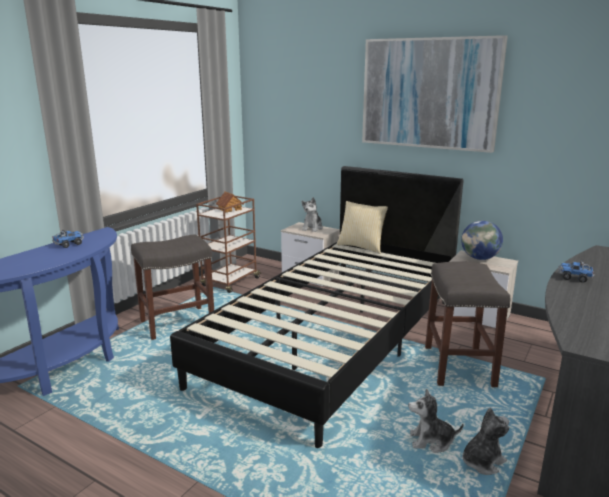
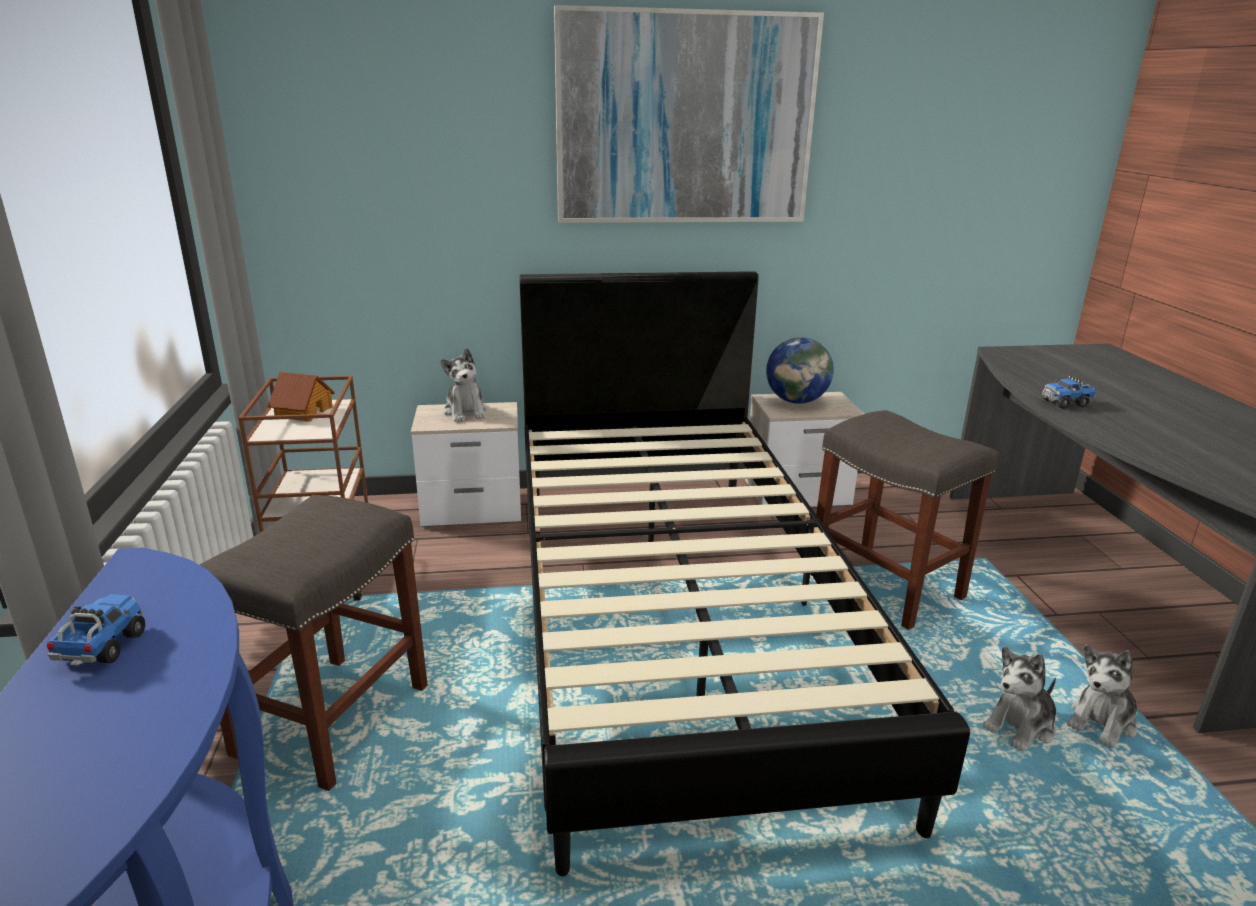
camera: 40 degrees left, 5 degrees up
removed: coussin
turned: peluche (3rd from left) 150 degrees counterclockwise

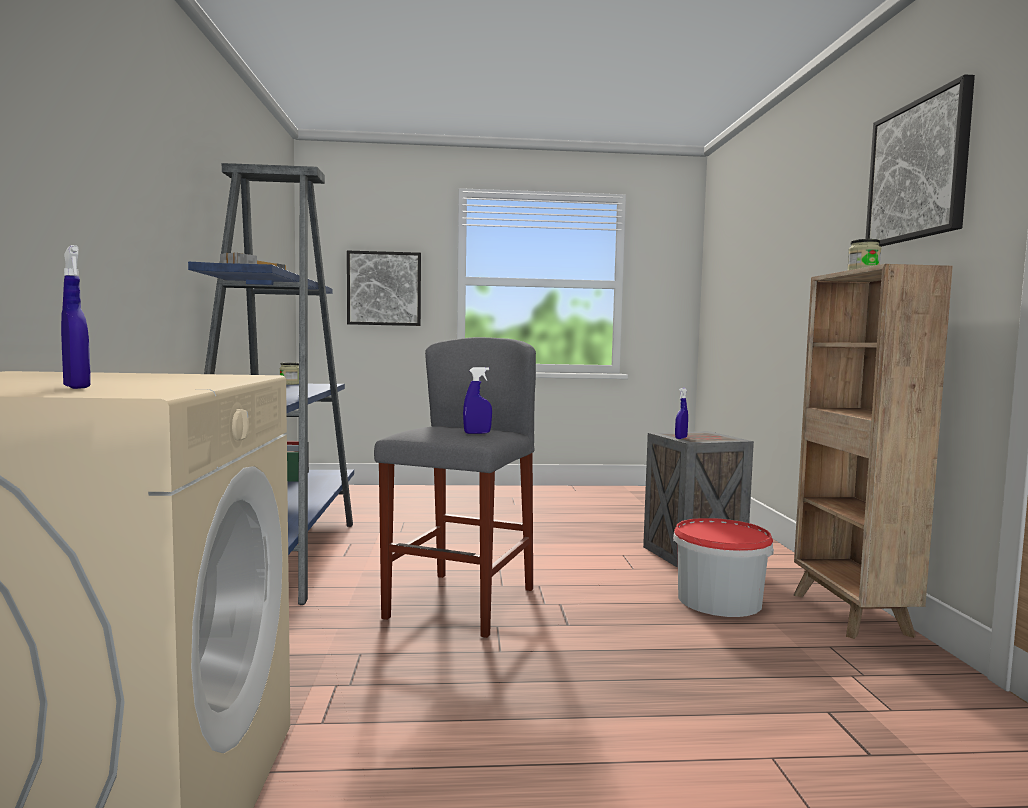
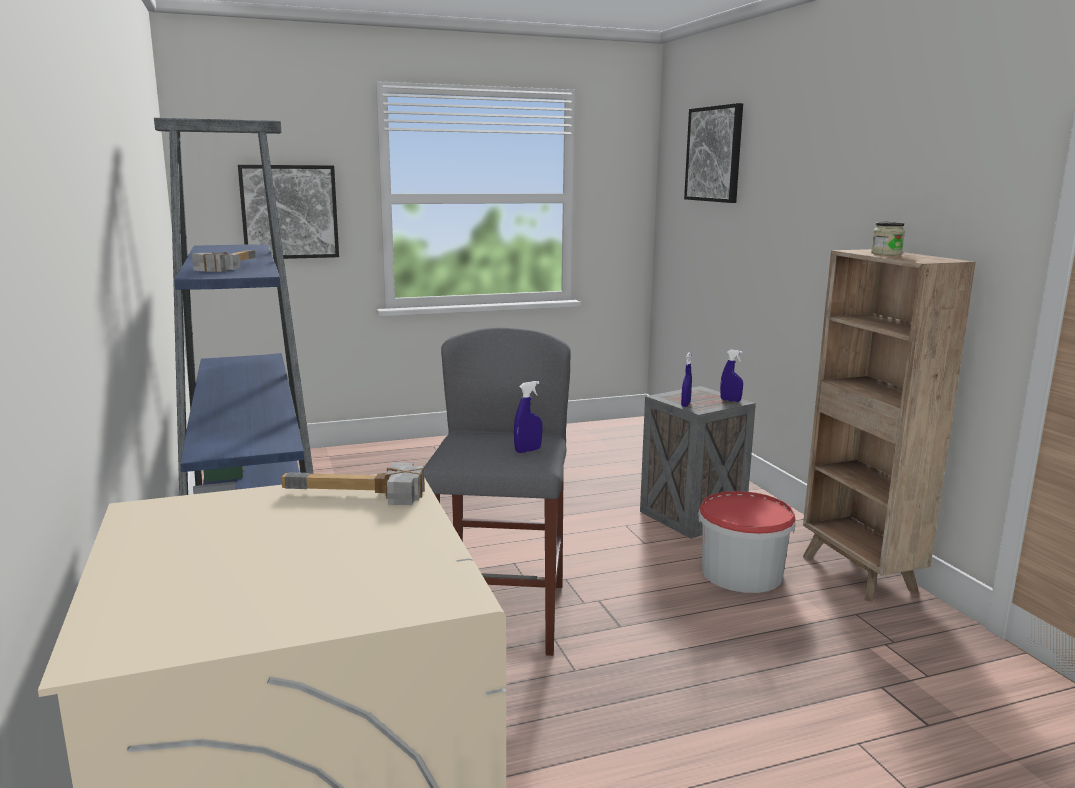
camera: 15 degrees left, 10 degrees up
removed: bocal (1st from left)
added: marteau (2nd from left)
moved: vaporisateur (bleu) (1st from left in the first image) to vaporisateur (bleu) (3rd from left); tableau (2nd from left)

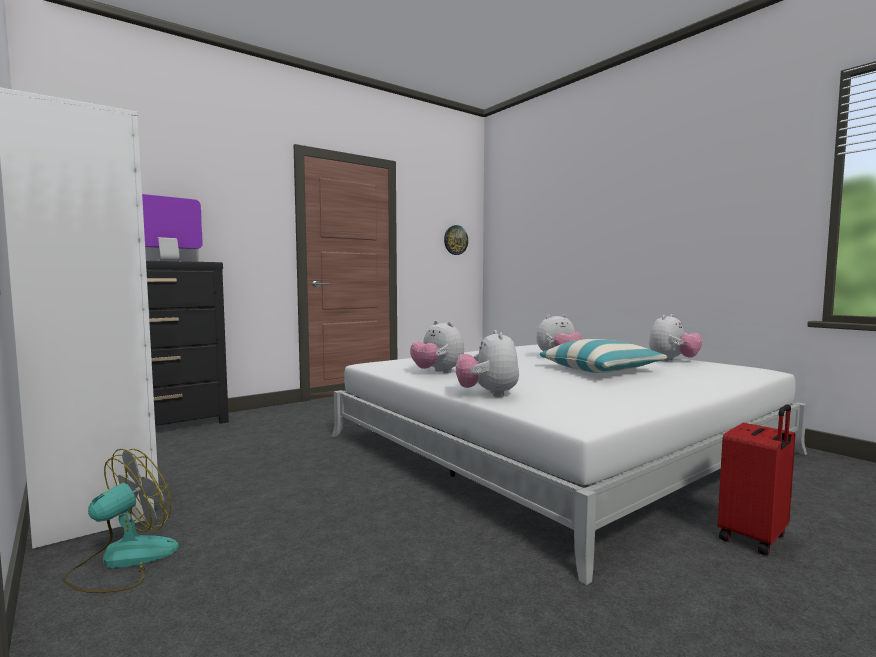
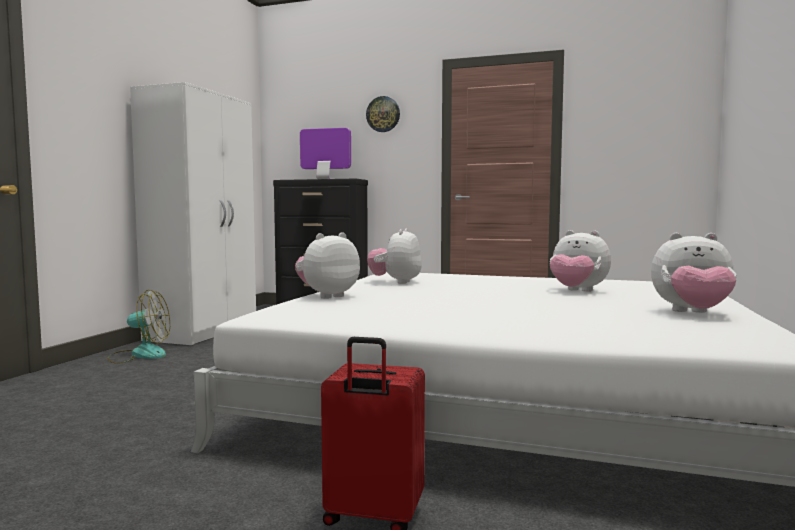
camera: 55 degrees right, 0 degrees up
removed: coussin
moved: horloge murale

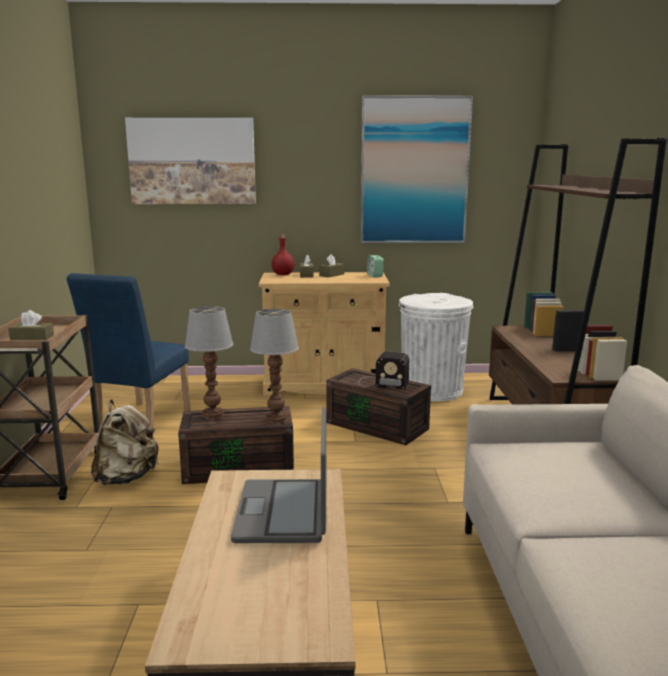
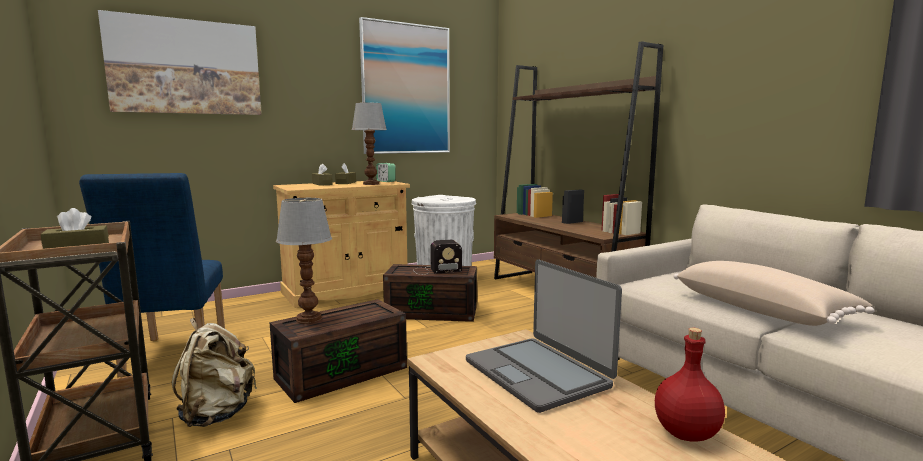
camera: 30 degrees left, 5 degrees down
added: coussin (beige)
moved: lampe de table (2nd from left); bouteille (rouge)

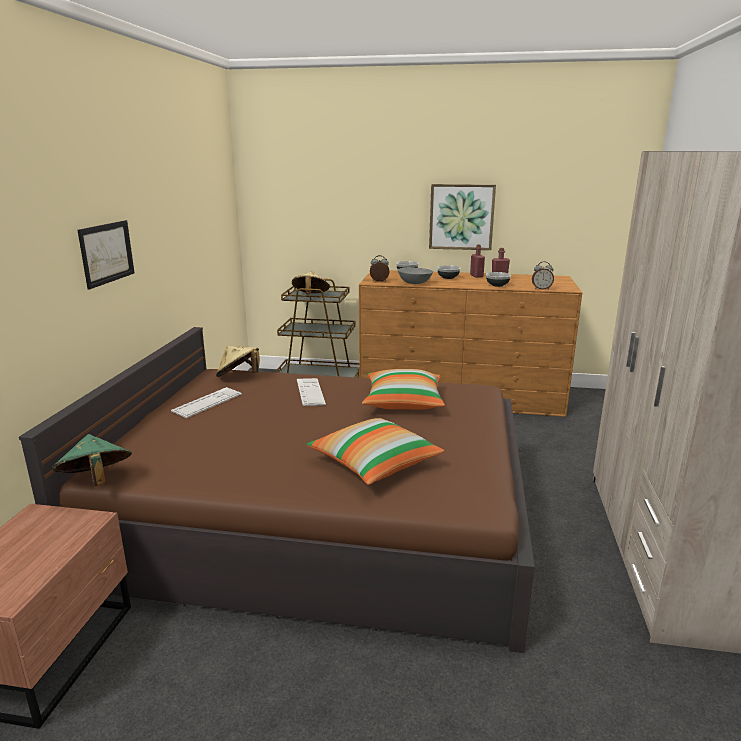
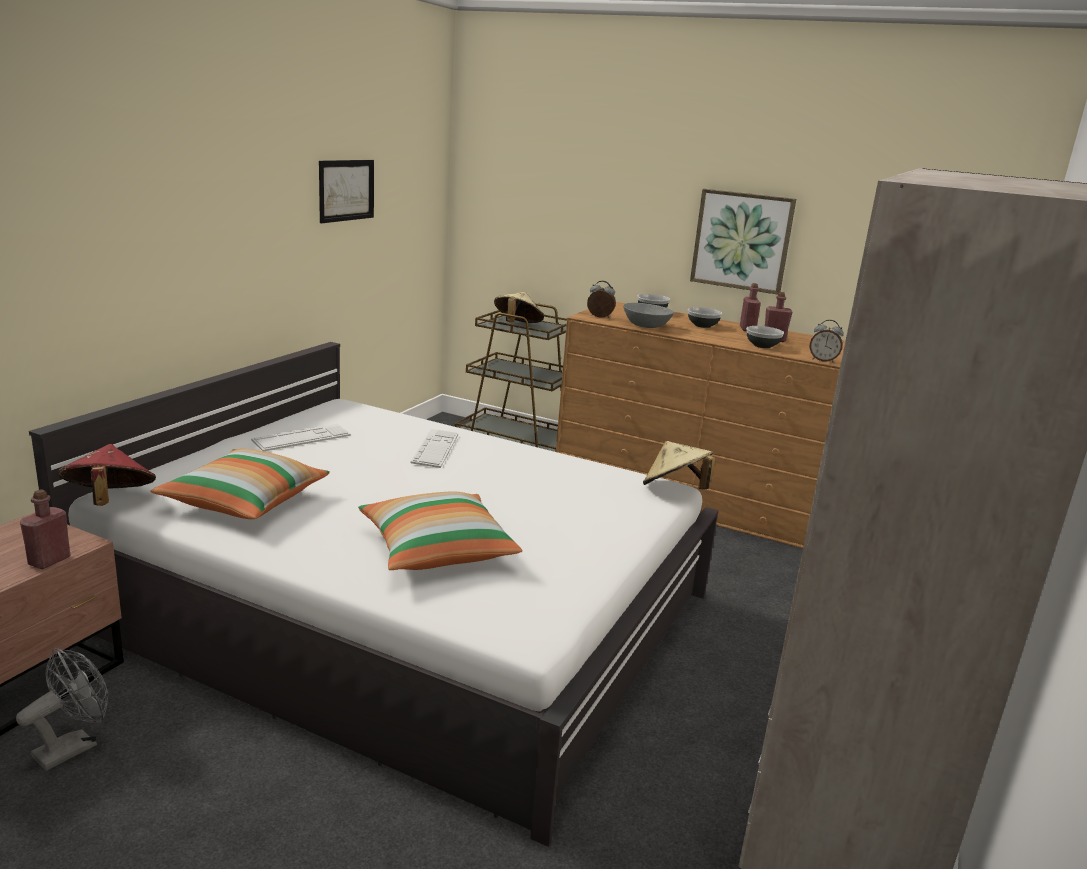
camera: 15 degrees right, 0 degrees up
added: ventilateur (gris); bouteille (rouge) (1st from left)
moved: tableau (1st from left); chapeau (beige) (1st from left in the first image) to chapeau (beige) (2nd from left); coussin (2nd from left in the first image) to coussin (1st from left)
recoloured: lit (marron) to lit (blanc); chapeau (vert) to chapeau (rouge)

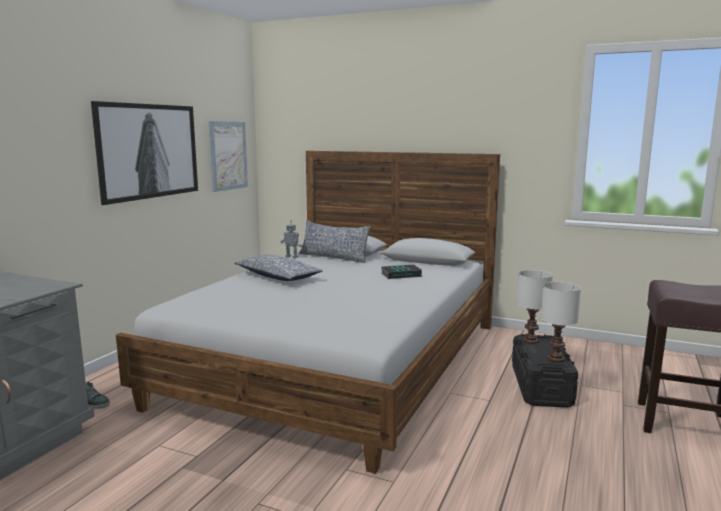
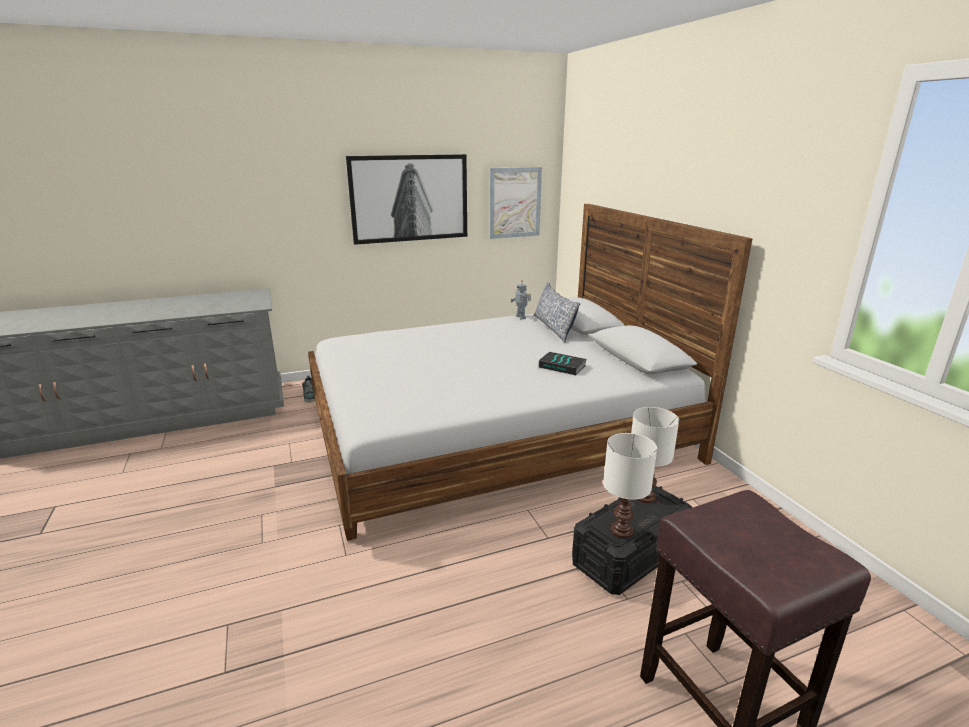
camera: 45 degrees right, 10 degrees up
removed: coussin (1st from left)

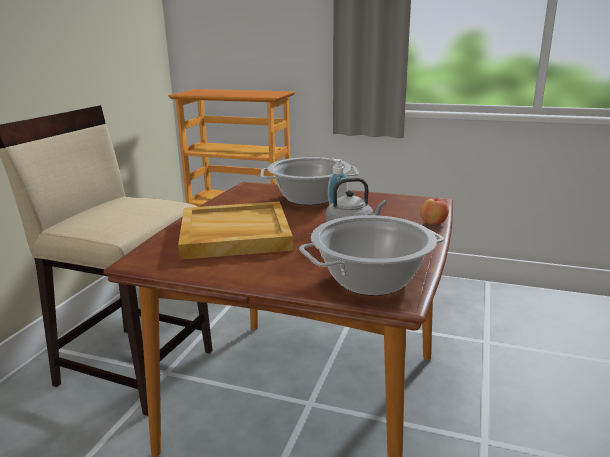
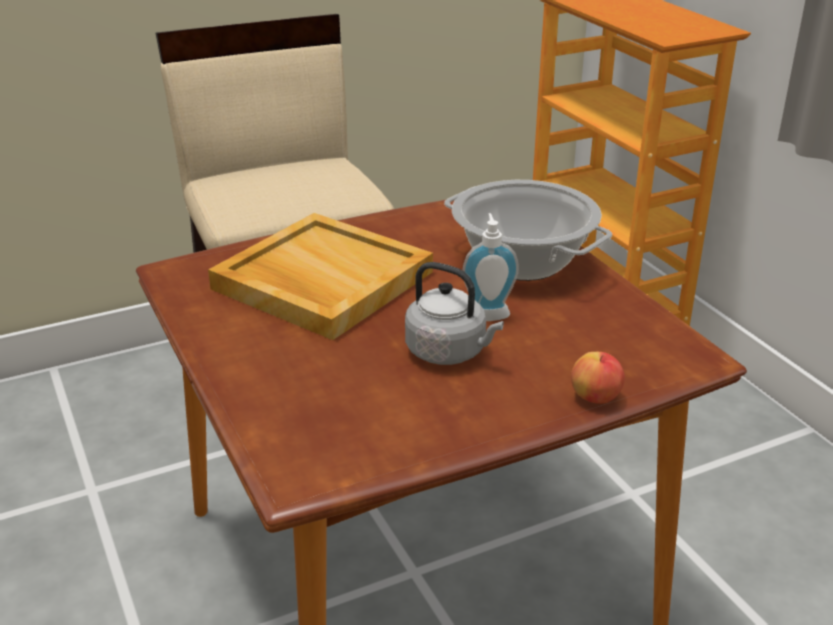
camera: 45 degrees right, 10 degrees up
removed: marmite (2nd from left)

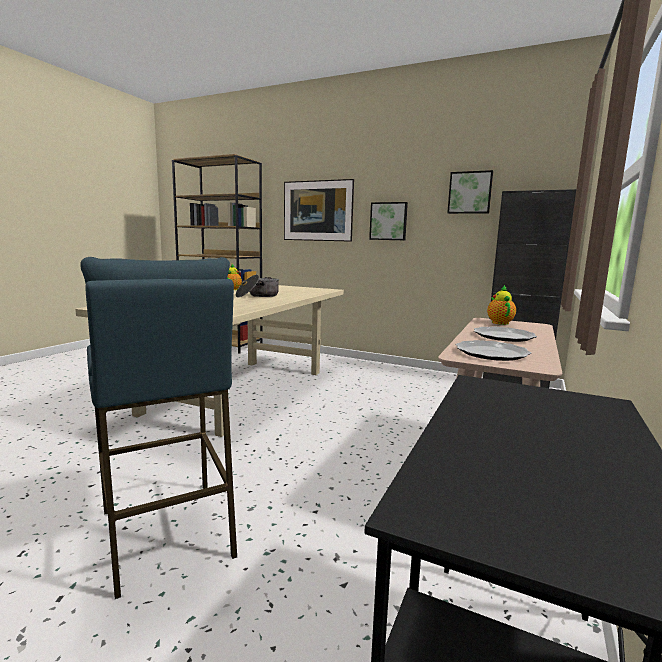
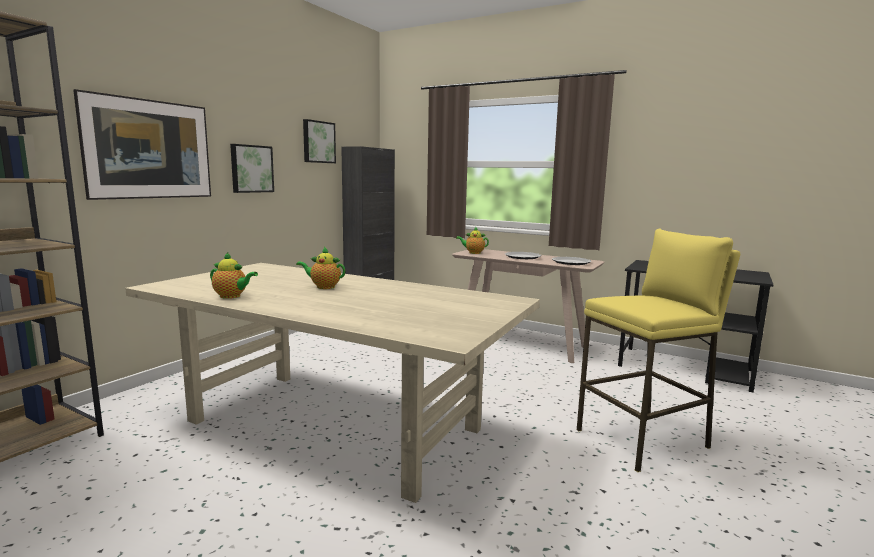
camera: 85 degrees left, 0 degrees up
replaced: marmite to théière (2nd from left)
recoloured: tabouret (bleu) to tabouret (jaune)

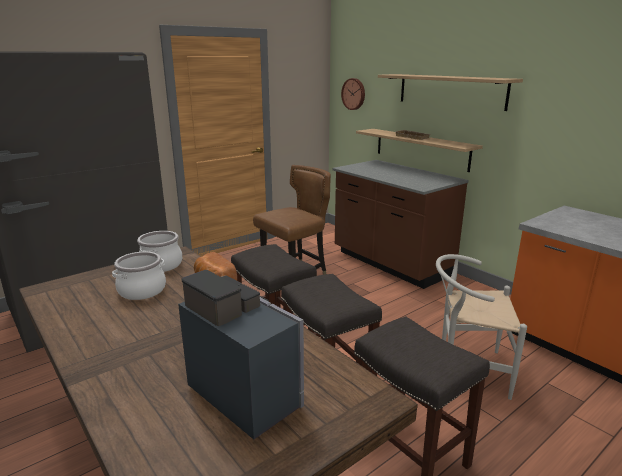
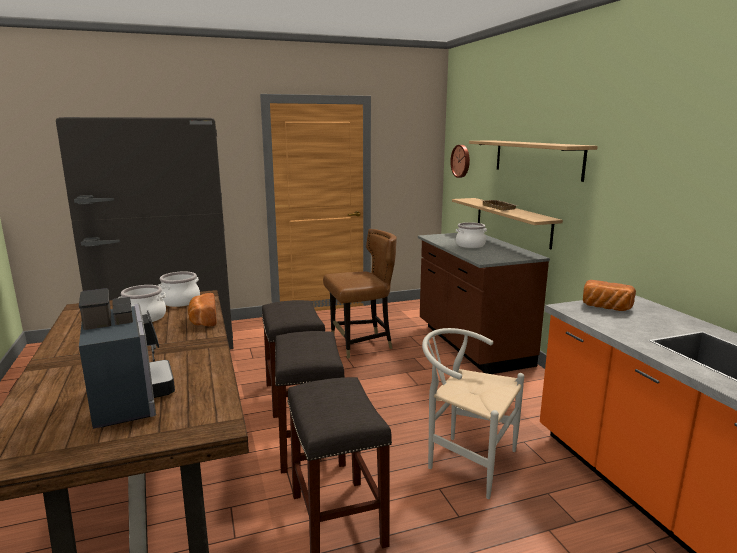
camera: 20 degrees right, 5 degrees down
added: marmite (3rd from left); pain (2nd from left)

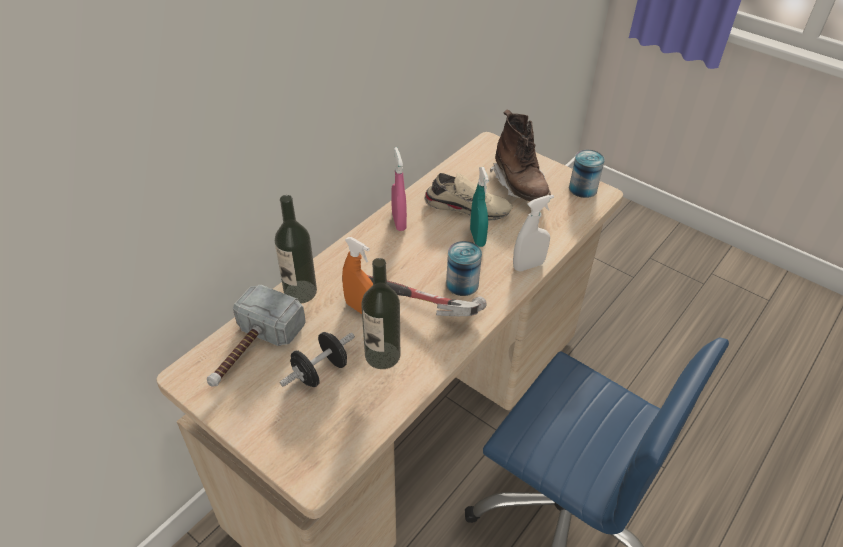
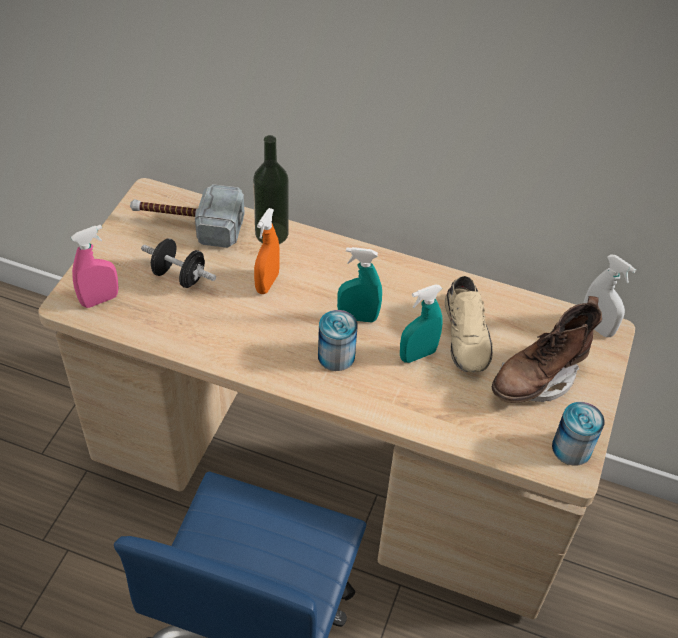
camera: 70 degrees right, 5 degrees up
removed: bouteille (2nd from left); marteau (2nd from left)
added: vaporisateur (turquoise) (1st from left)
moved: vaporisateur (rose); vaporisateur (blanc)

